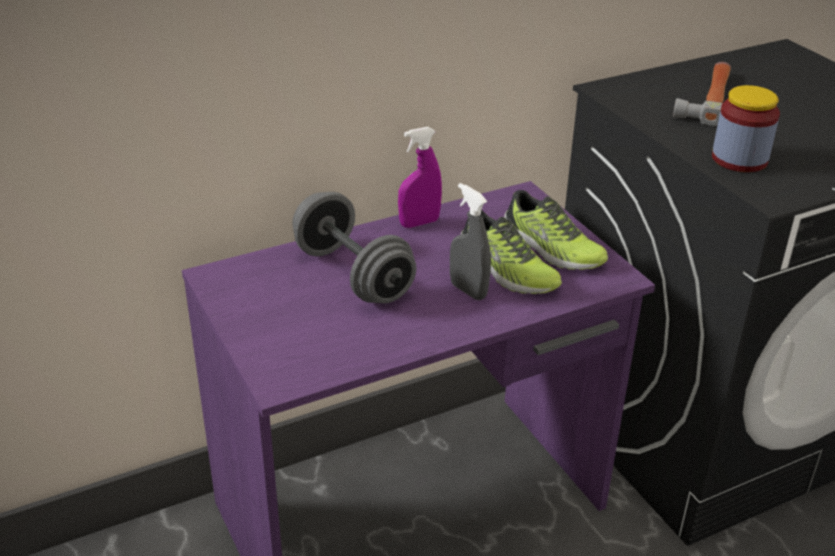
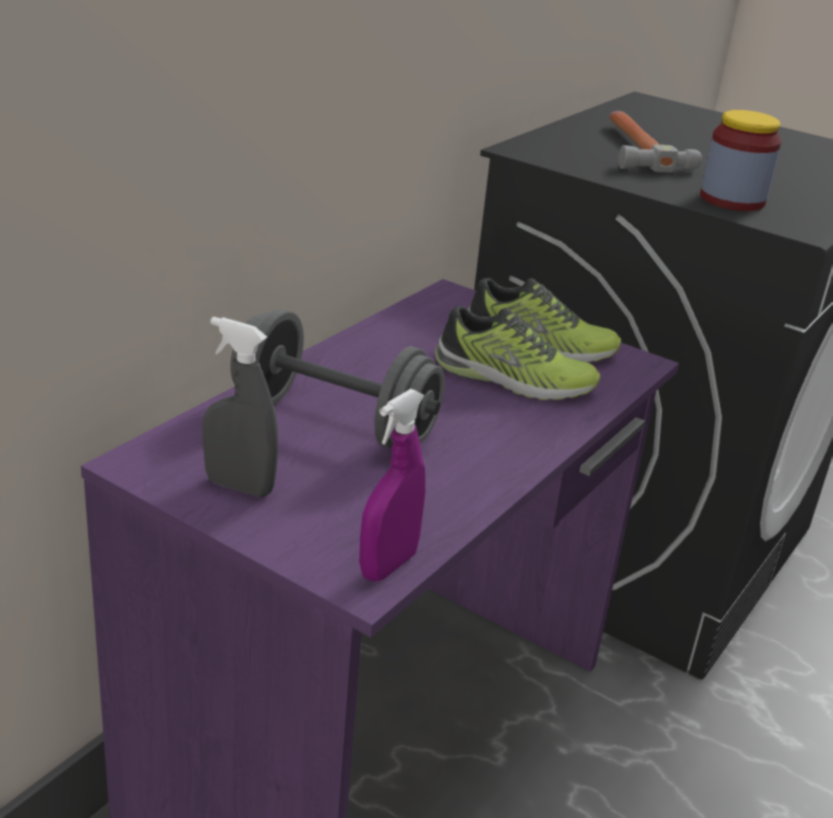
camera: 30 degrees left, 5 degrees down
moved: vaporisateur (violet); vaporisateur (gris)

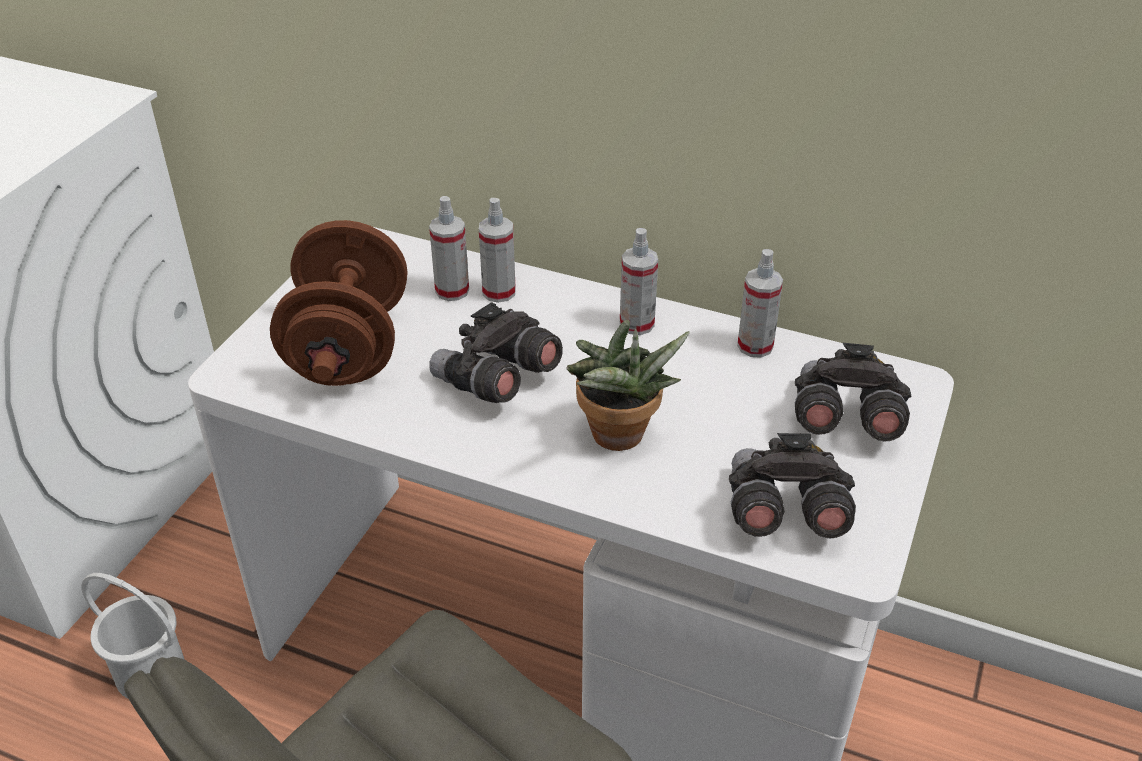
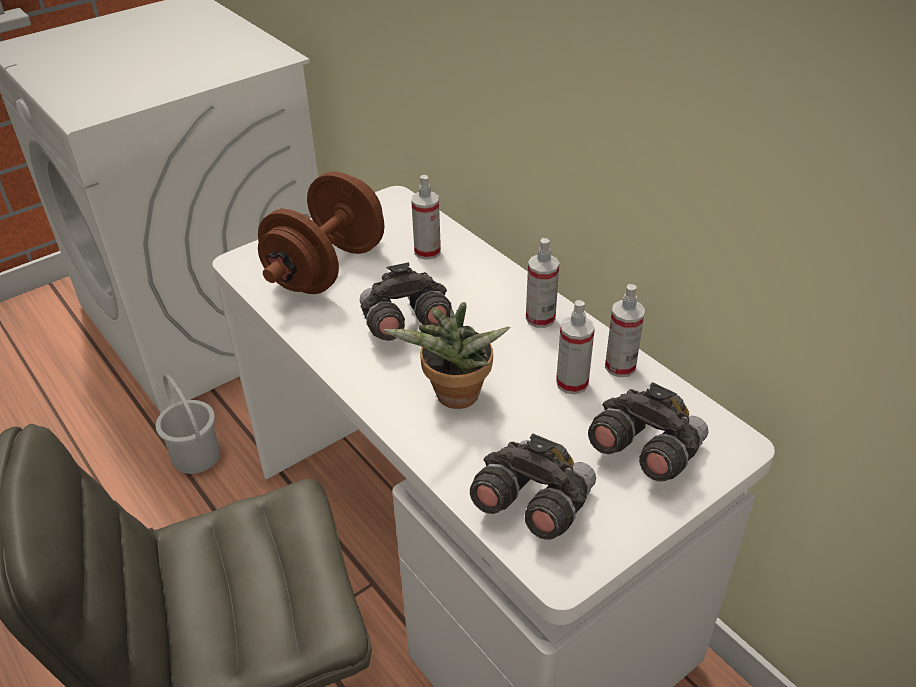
camera: 30 degrees right, 0 degrees up
moved: vaporisateur (2nd from left in the first image) to vaporisateur (3rd from left)

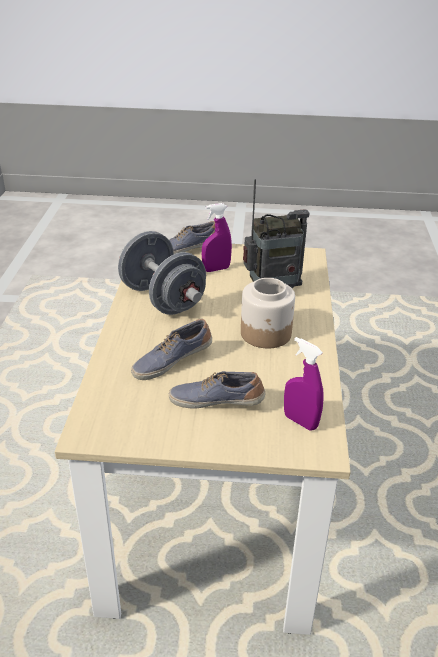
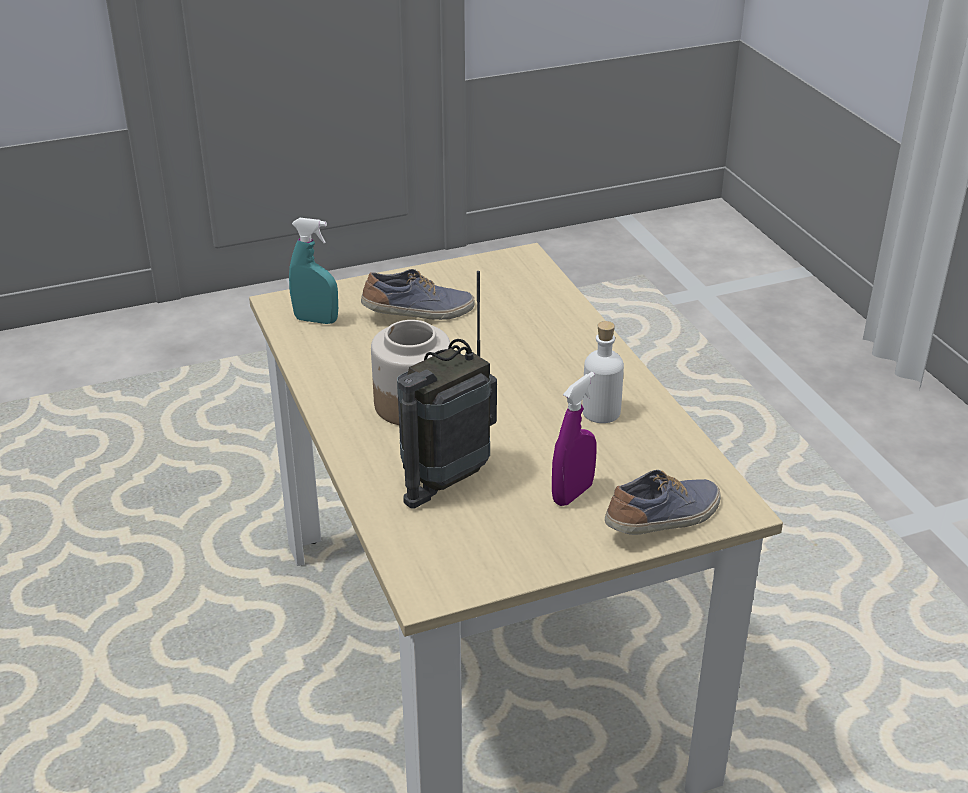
camera: 155 degrees right, 0 degrees up
removed: chaussure (1st from left)
replaced: haltère (gris) to bouteille (blanc)
recoloured: vaporisateur (violet) (2nd from left) to vaporisateur (turquoise)

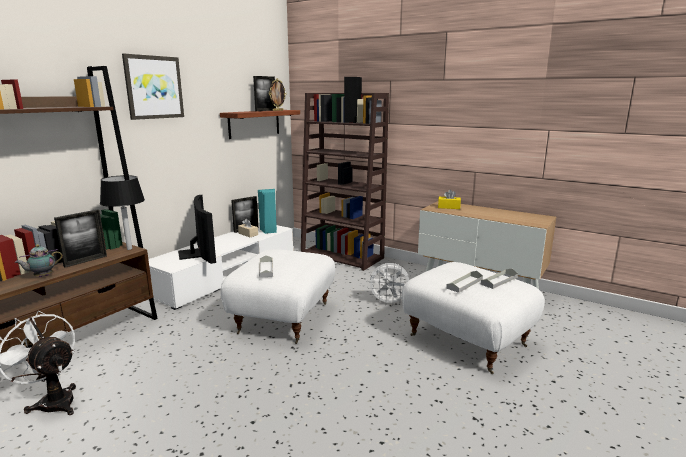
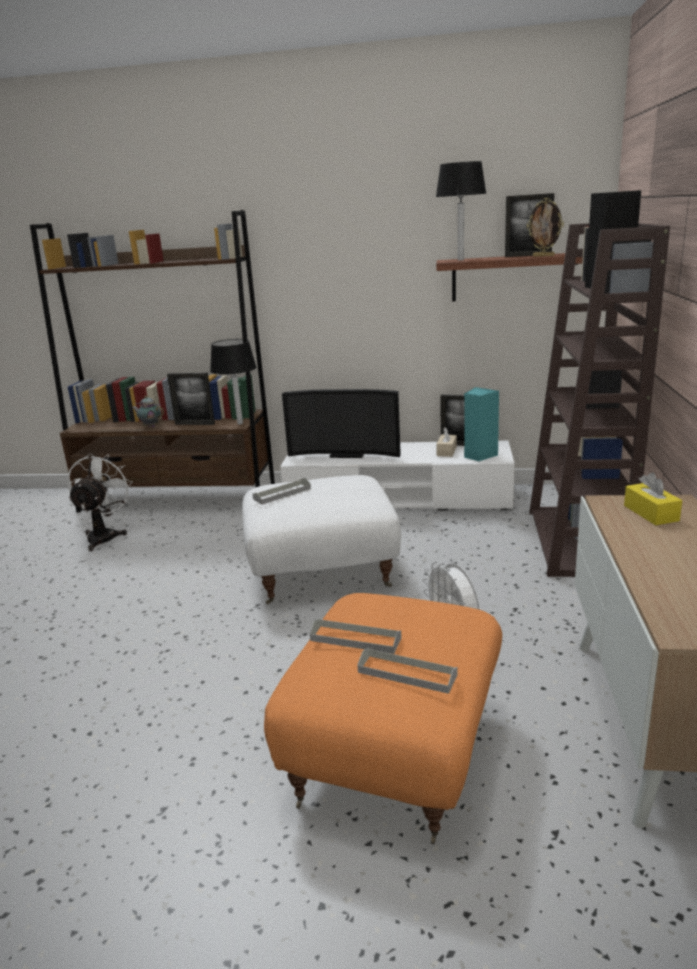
camera: 65 degrees right, 5 degrees up
removed: tableau
added: lampe de table (noir) (2nd from left)
recoloured: pouf (blanc) (2nd from left) to pouf (orange)
turned: téléviseur 60 degrees clockwise

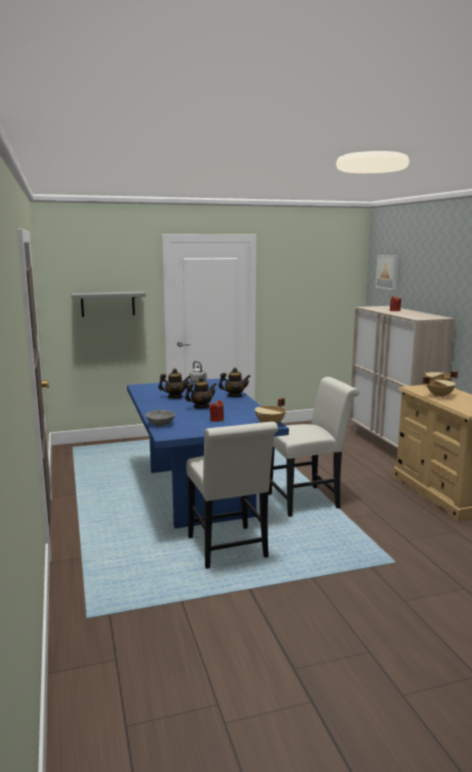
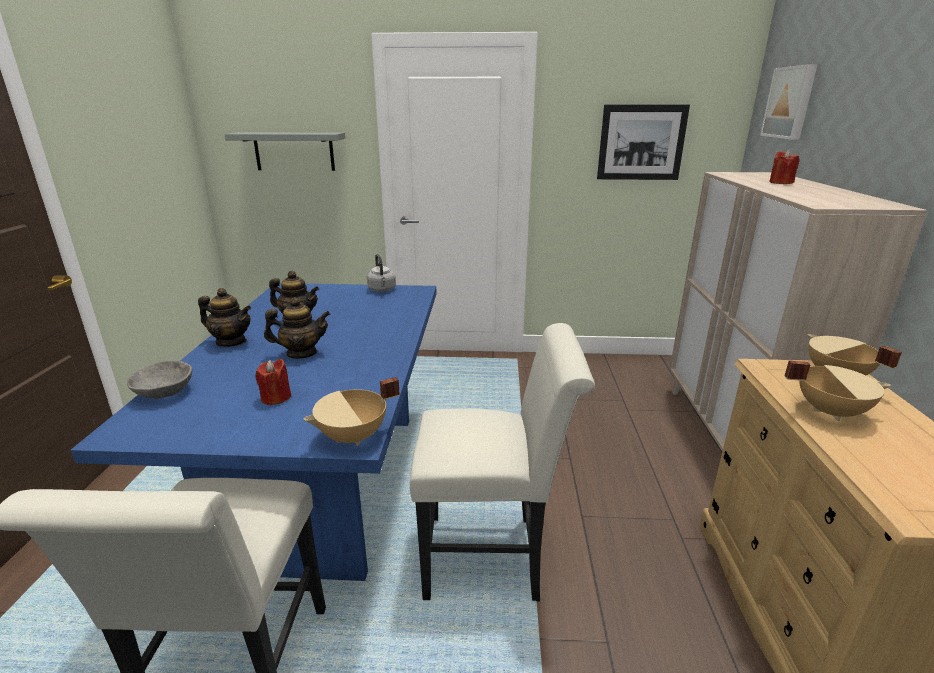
camera: 20 degrees right, 10 degrees up
added: tableau (1st from left)
moved: théière (3rd from left in the first image) to théière (1st from left)

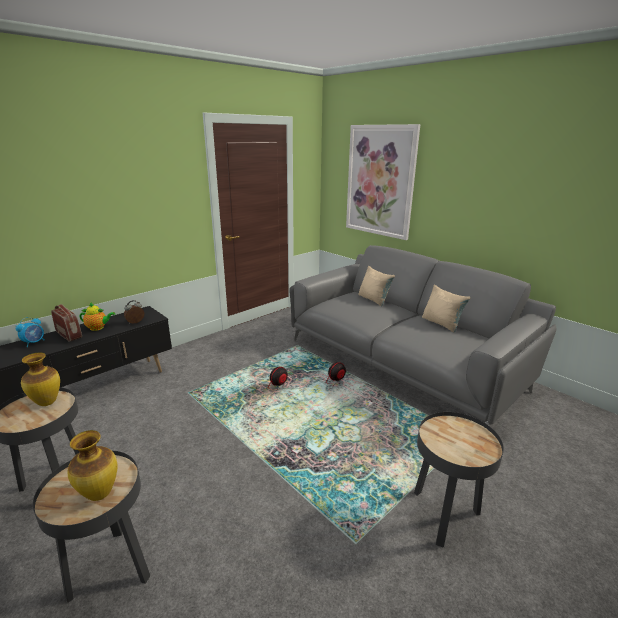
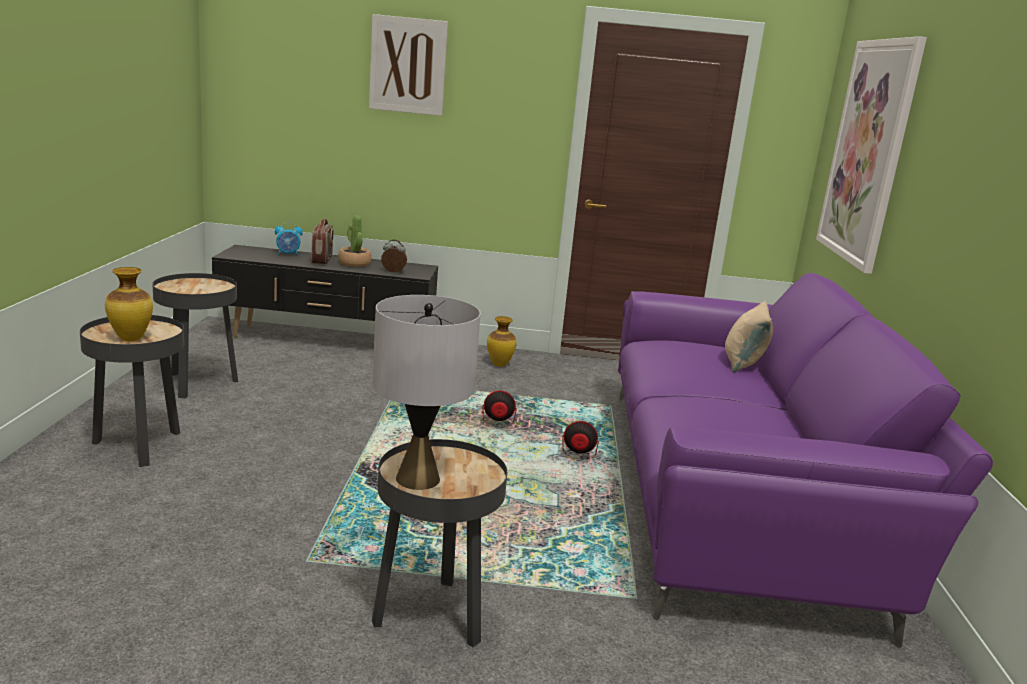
camera: 45 degrees right, 5 degrees down
removed: coussin (beige) (2nd from left)
added: tableau (1st from left); lampe de table (gris)
moved: vase (1st from left in the first image) to vase (2nd from left)
replaced: théière to plante en pot
recoloured: canapé (gris) to canapé (violet)

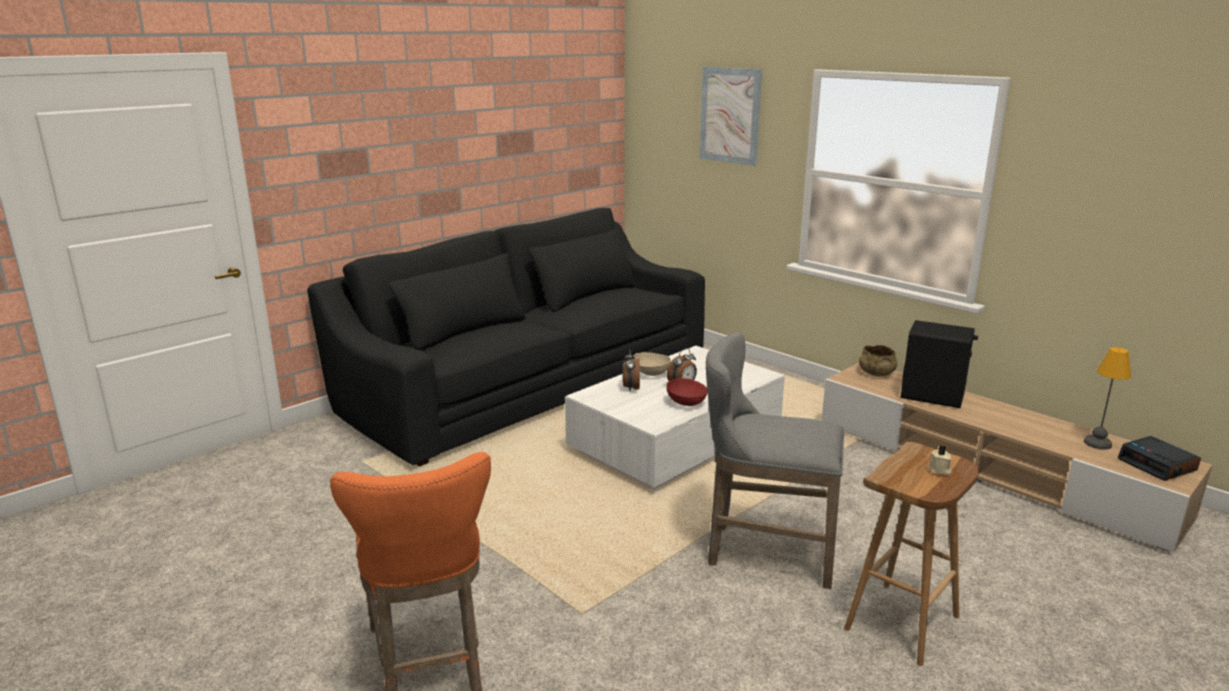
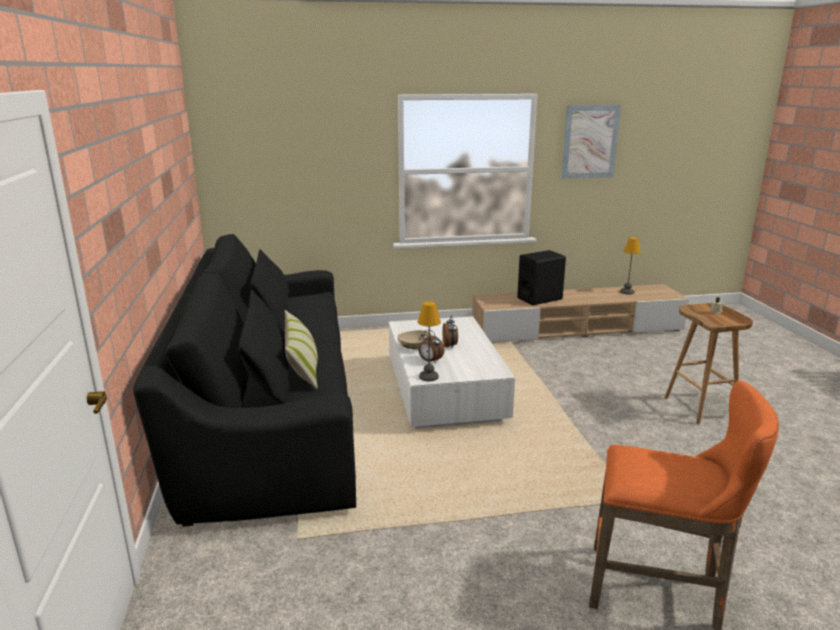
camera: 55 degrees left, 0 degrees up
removed: bol (rouge); tabouret (gris); bol (beige) (2nd from left); réveil (3rd from left)
added: coussin; lampe de table (1st from left)
moved: tableau

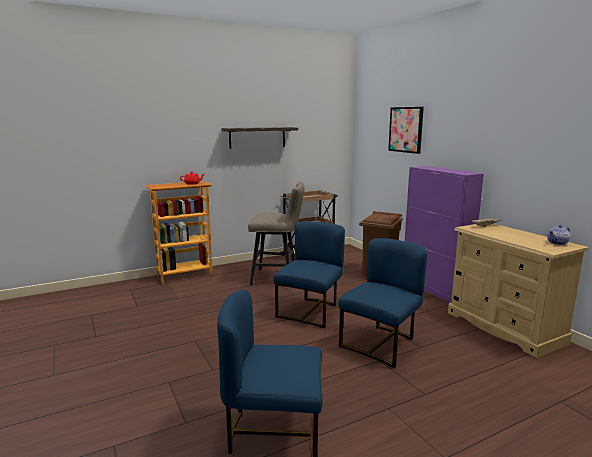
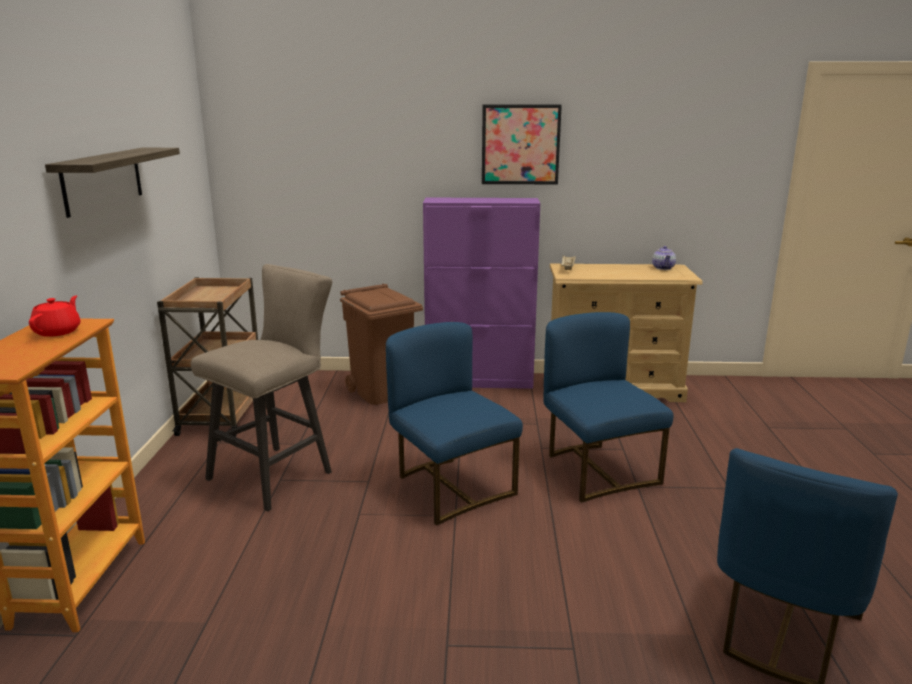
camera: 60 degrees left, 5 degrees up
moved: tableau

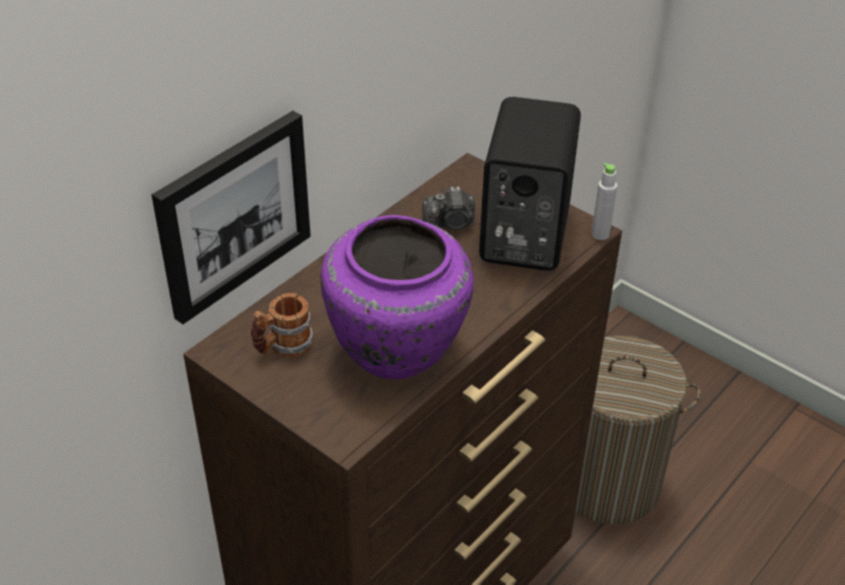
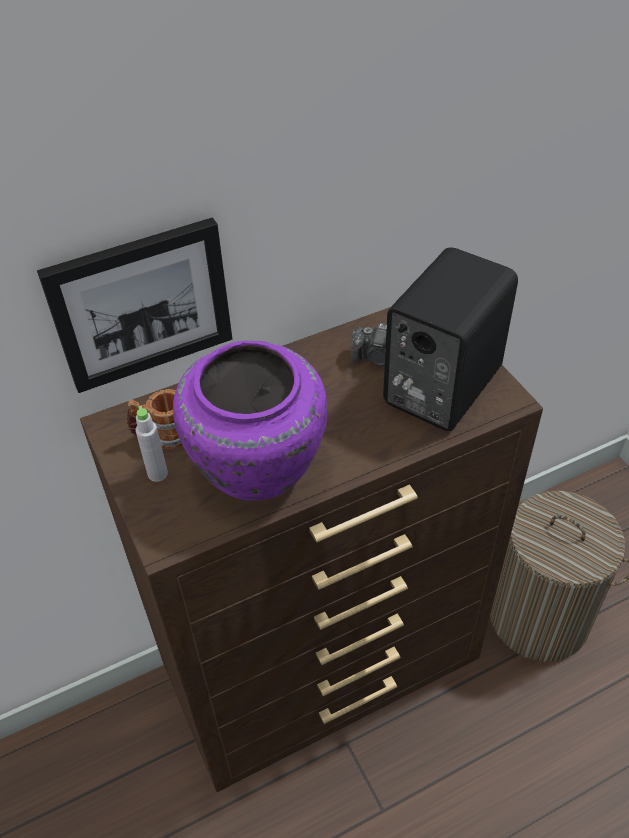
camera: 25 degrees right, 5 degrees up
moved: bouteille (gris)

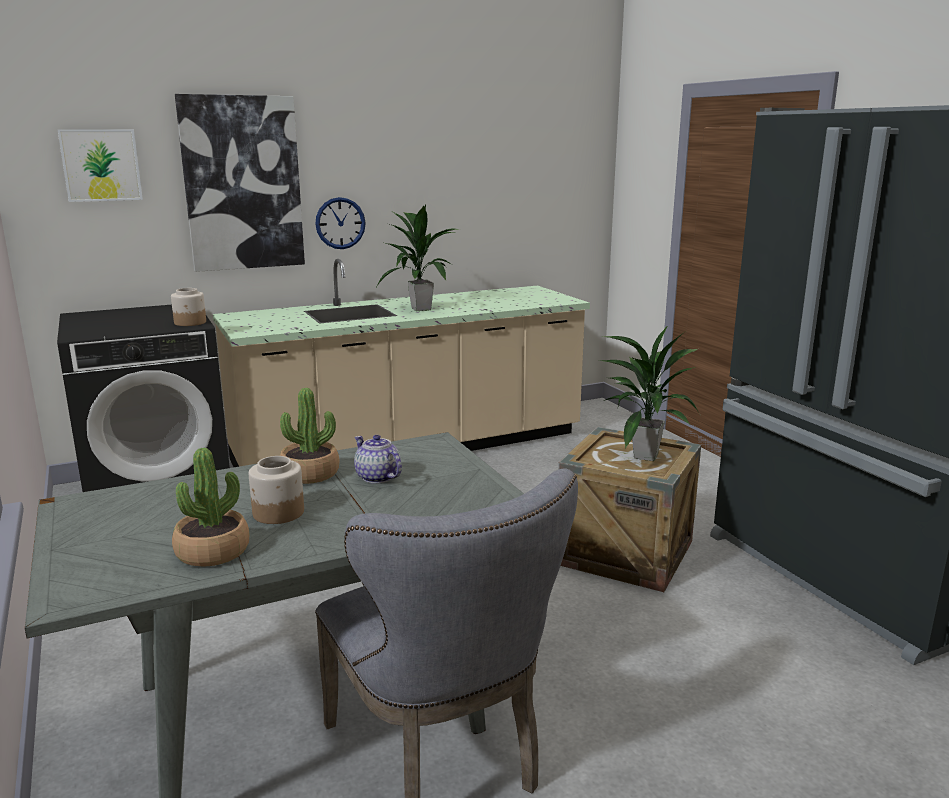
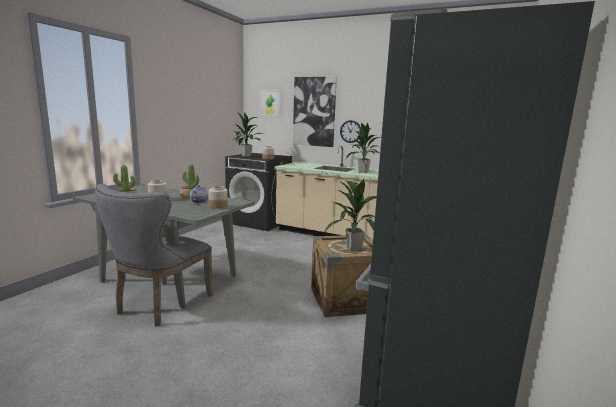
camera: 50 degrees right, 5 degrees down
added: bocal (2nd from left); plante en pot (3rd from left)

